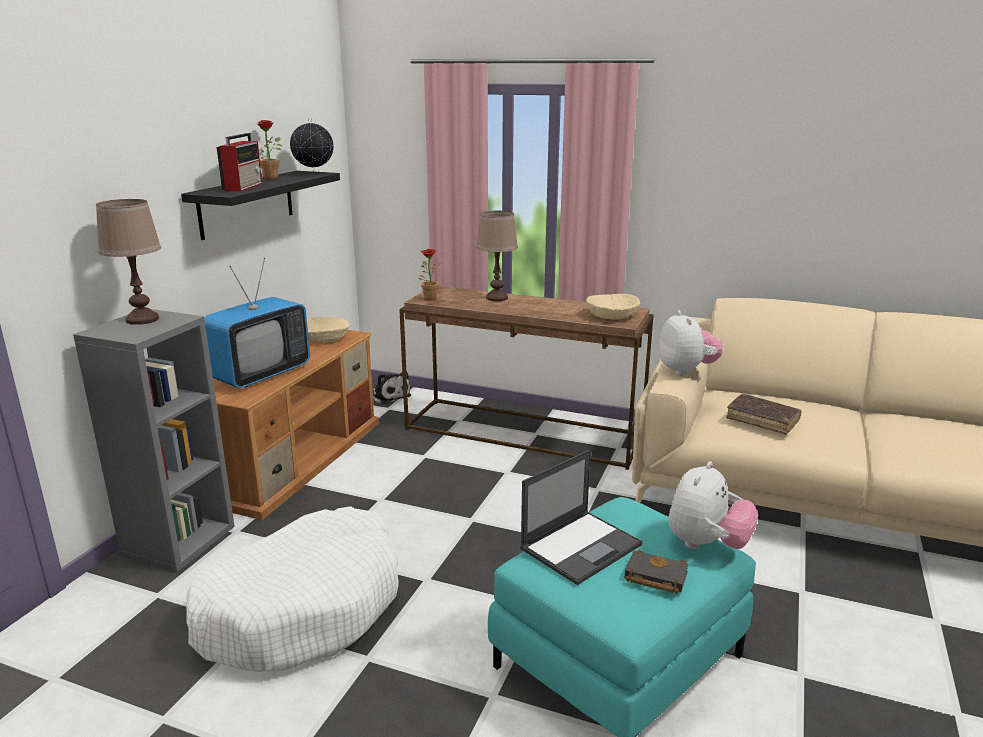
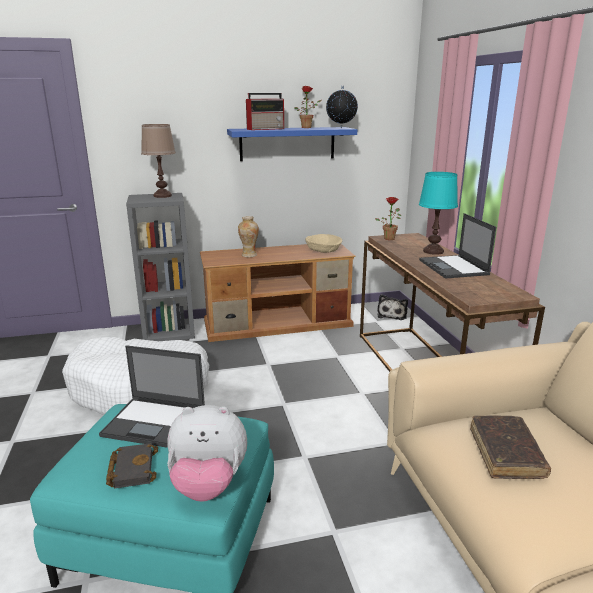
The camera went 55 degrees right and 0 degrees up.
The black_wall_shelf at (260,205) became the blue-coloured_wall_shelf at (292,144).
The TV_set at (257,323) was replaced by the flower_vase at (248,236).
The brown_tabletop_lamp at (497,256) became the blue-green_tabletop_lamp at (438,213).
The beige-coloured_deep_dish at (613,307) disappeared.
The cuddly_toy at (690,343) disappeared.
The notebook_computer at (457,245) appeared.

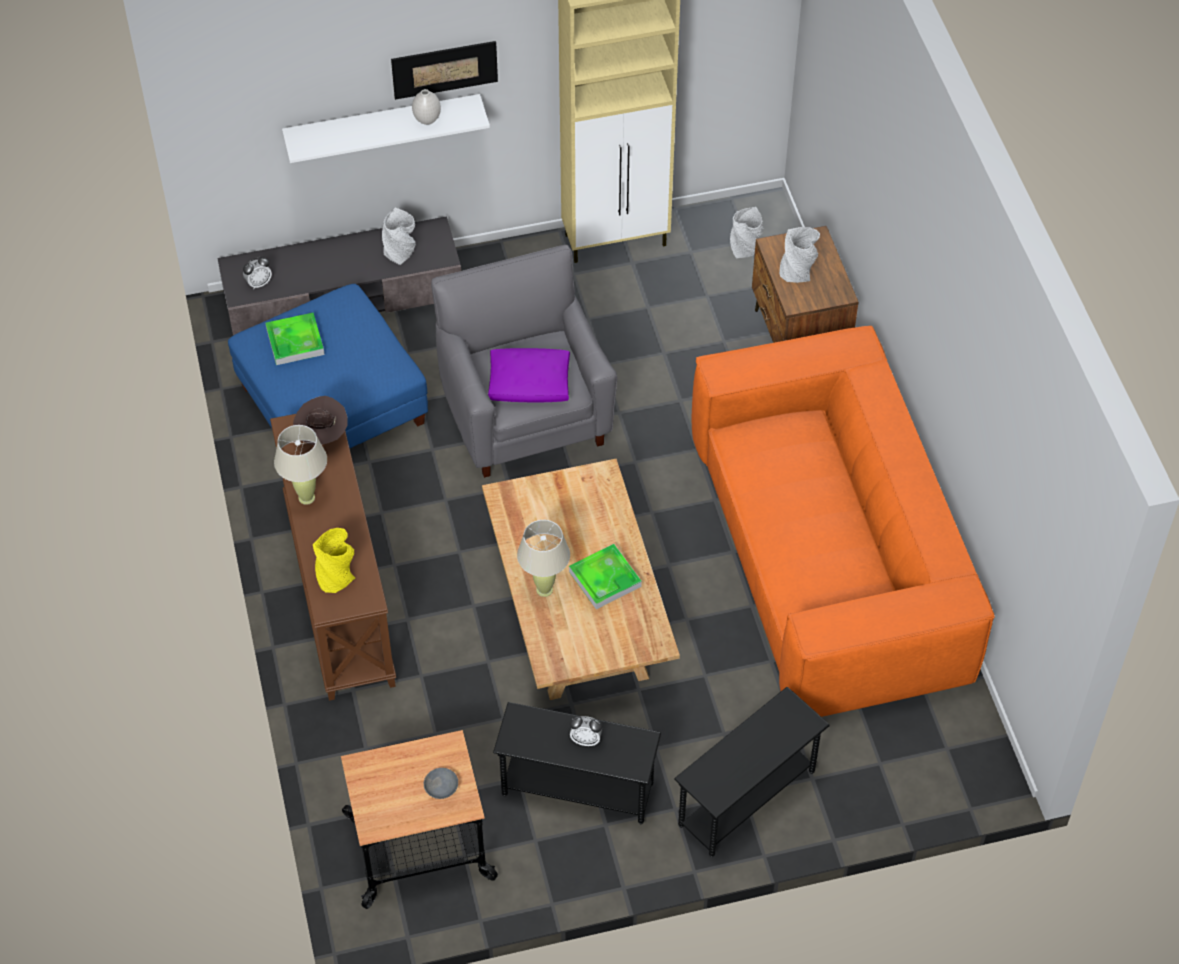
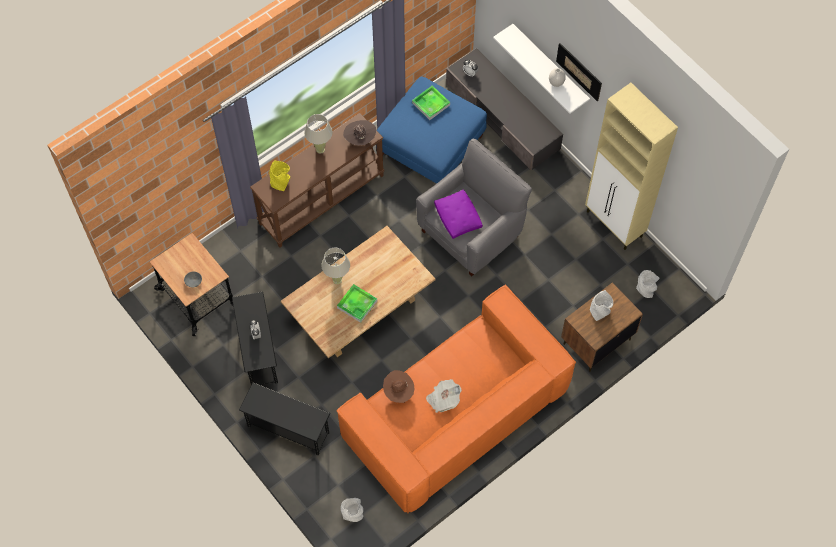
The camera went 65 degrees right and 10 degrees up.
The grey_flower_vase moved from (399,236) to (352,510).
The brown_clothing_hat at (398,386) appeared.
The printed_paper at (444,396) appeared.

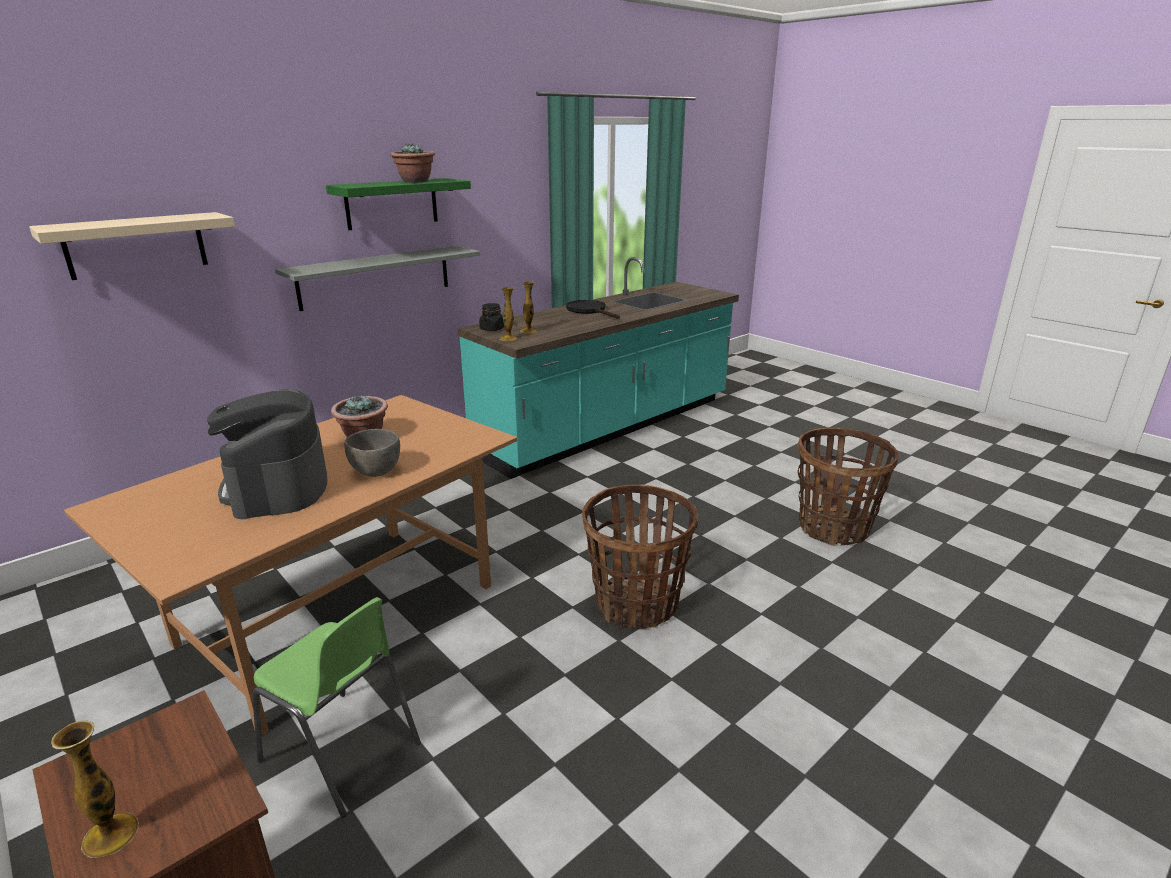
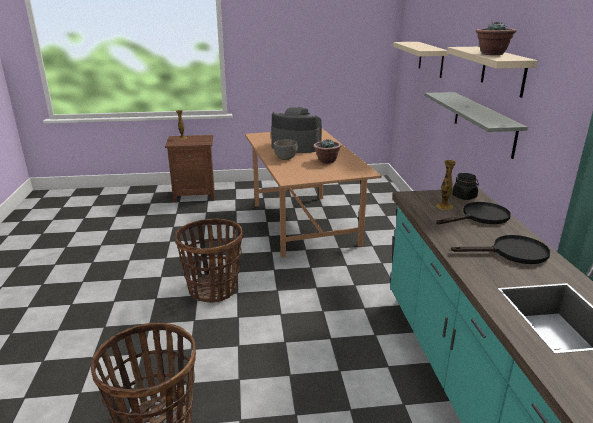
The camera went 125 degrees right and 0 degrees up.
The greenish_upright_chair at (336,707) disappeared.
The greenish_wall_shelf at (398,204) became the beige-coloured_wall_shelf at (492,72).
The flower_vase at (508,314) disappeared.
The black_pan at (473,213) appeared.

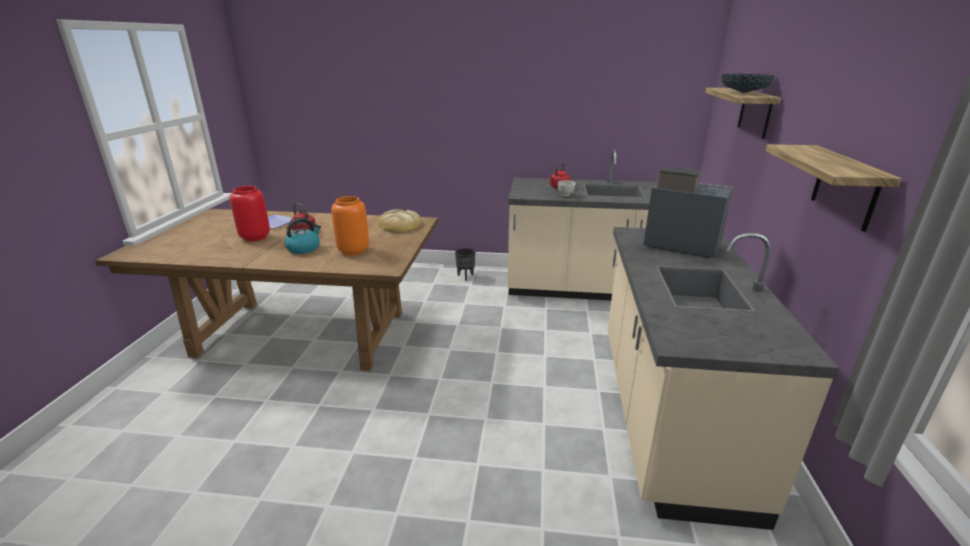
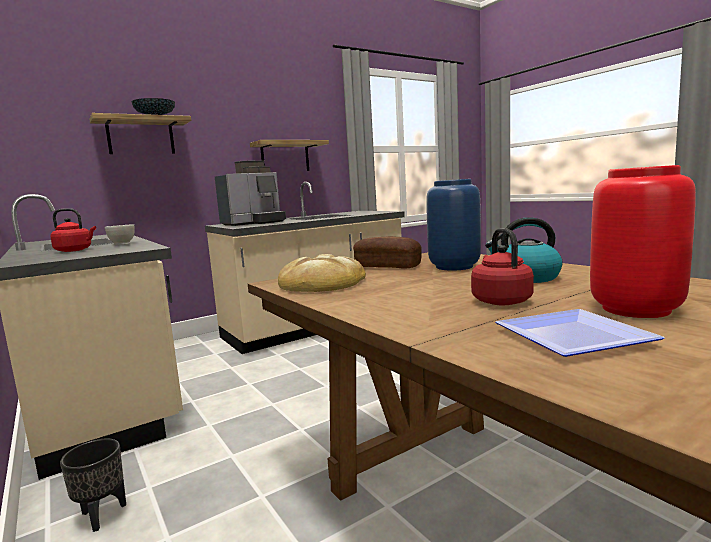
The camera went 130 degrees left and 15 degrees down.
The orangey_flower_vase at (350,226) became the blue-coloured_flower_vase at (453,225).
The coffee_brewer at (688,212) turned 120 degrees counterclockwise.
The baked_bread at (387,252) appeared.

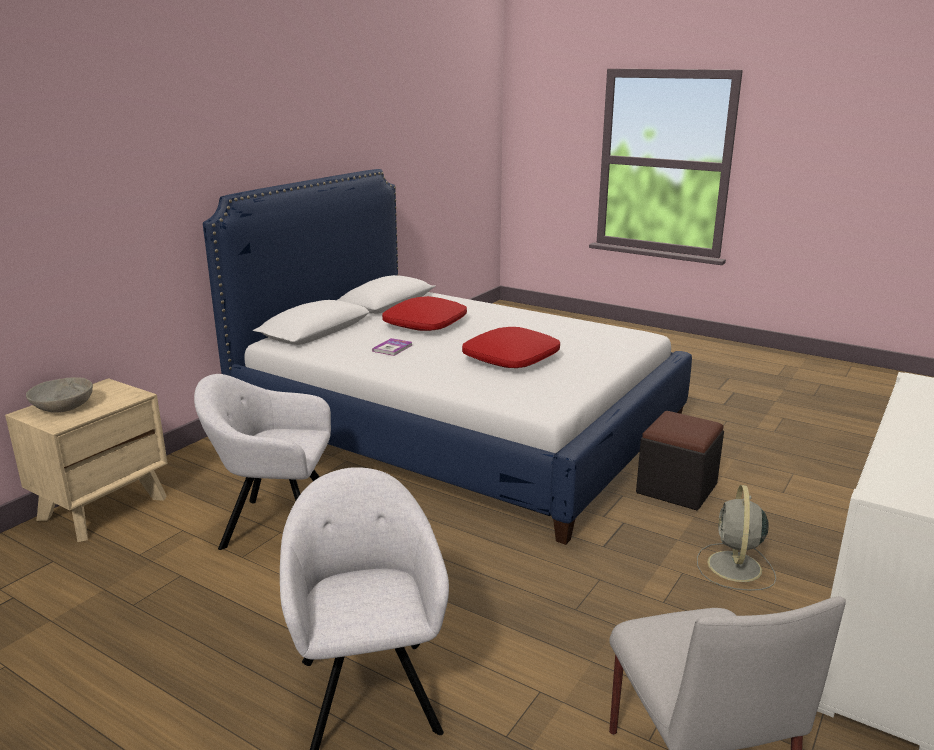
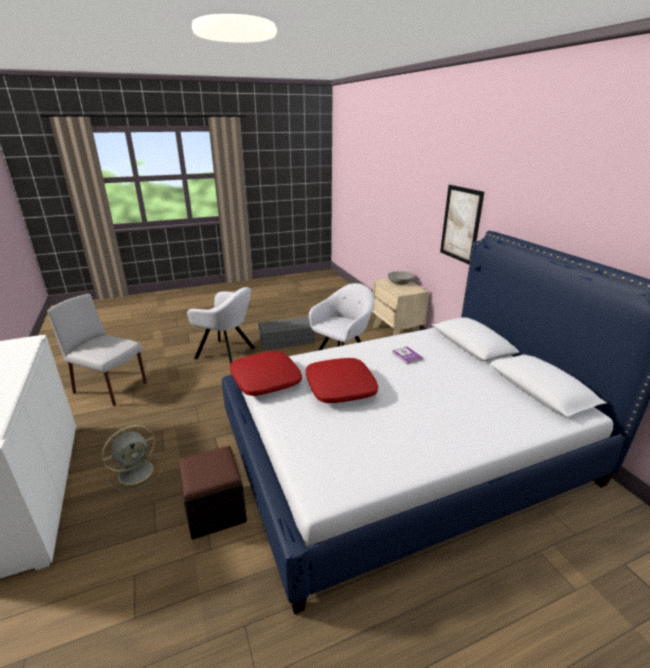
The camera went 125 degrees right and 5 degrees up.
The red-coloured_cushion moved from (424,313) to (266,373).
The grey_cooling_fan at (736,538) turned 90 degrees clockwise.
The grey_storage_bin at (286,333) appeared.
The picture at (462,224) appeared.

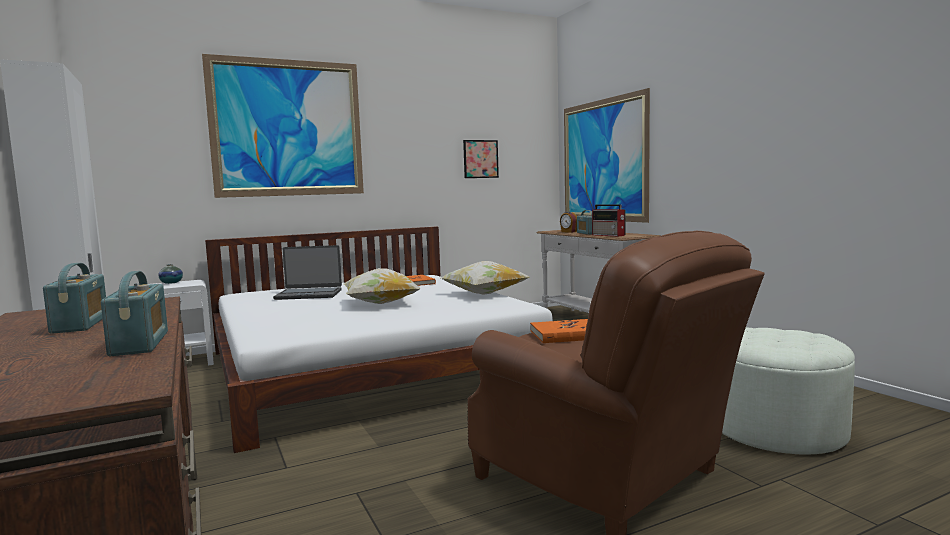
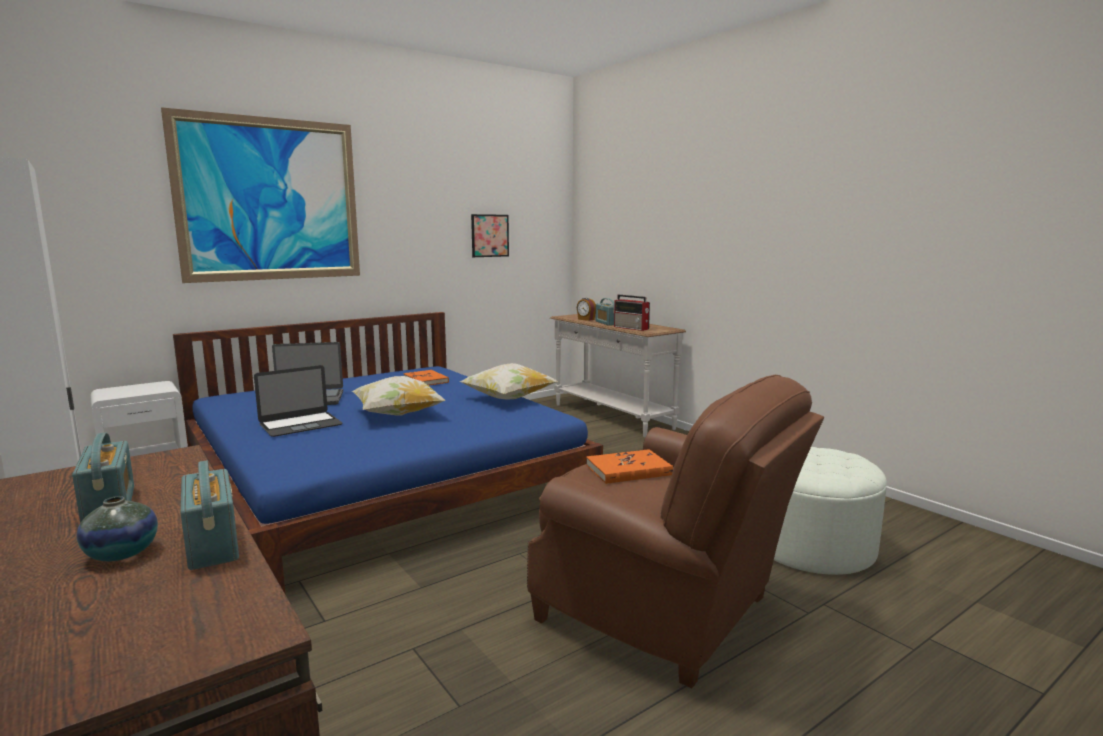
The camera went 10 degrees left and 5 degrees up.
The flower_vase moved from (170,274) to (117,528).
The white_bed at (379,339) became the blue-coloured_bed at (388,453).
The picture at (607,155) disappeared.
The notebook_computer at (298,401) appeared.

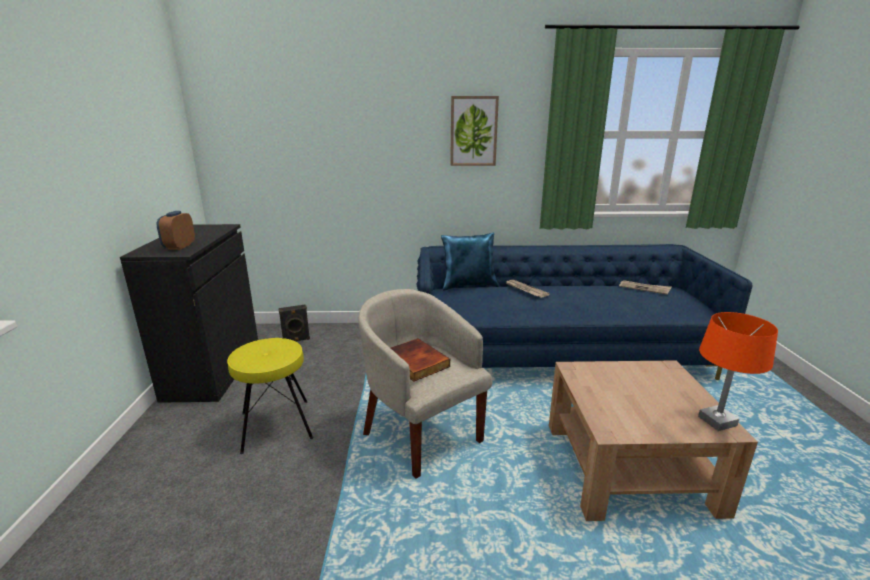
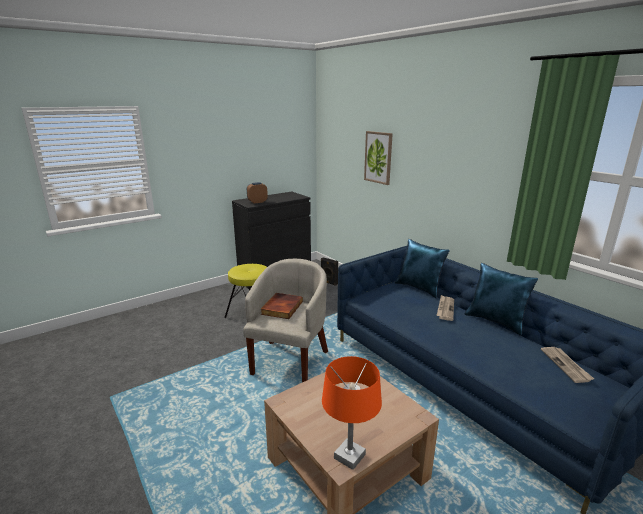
The camera went 55 degrees right and 0 degrees up.
The picture moved from (474,131) to (378,158).
The blue-coloured_cushion at (501,299) appeared.

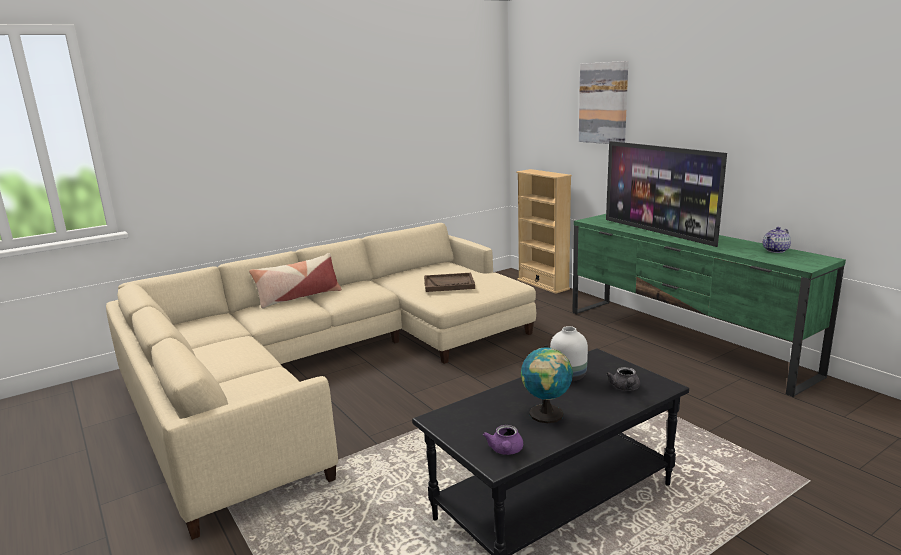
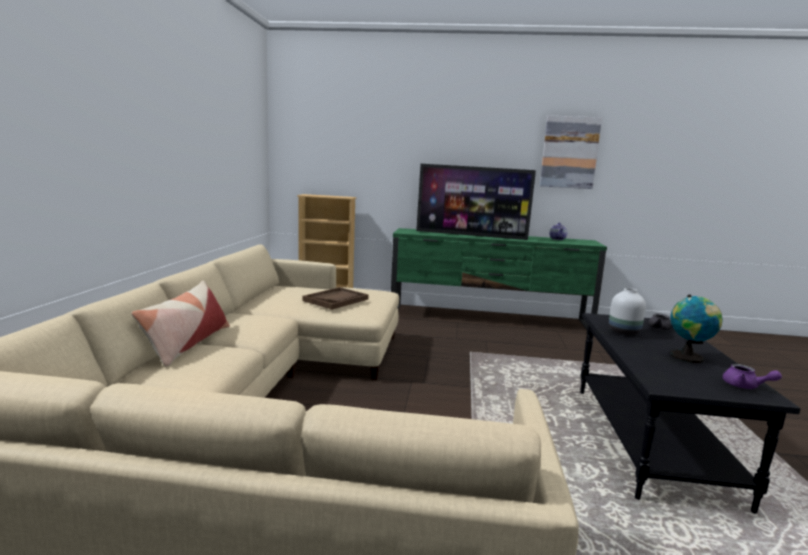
The camera went 50 degrees left and 5 degrees down.
The picture moved from (603,102) to (571,152).

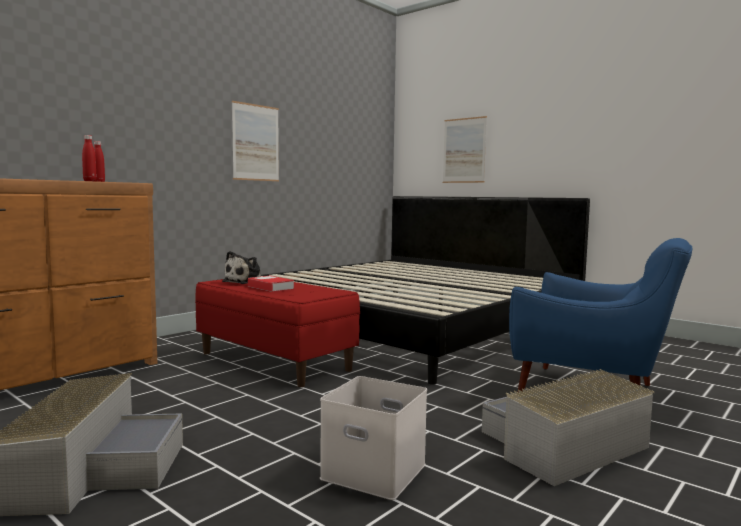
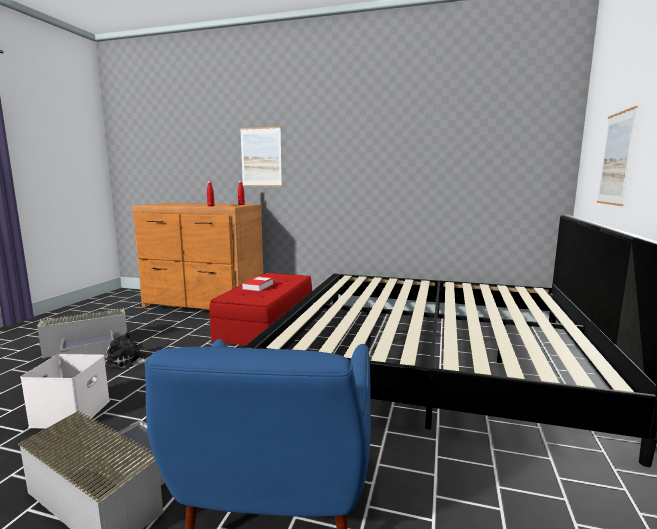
The camera went 65 degrees right and 5 degrees up.
The cuddly_toy moved from (241,267) to (126,350).
The picture moved from (255,141) to (261,156).

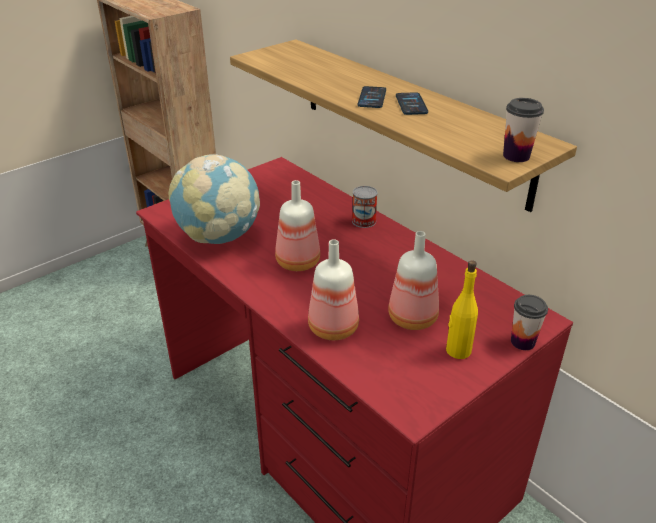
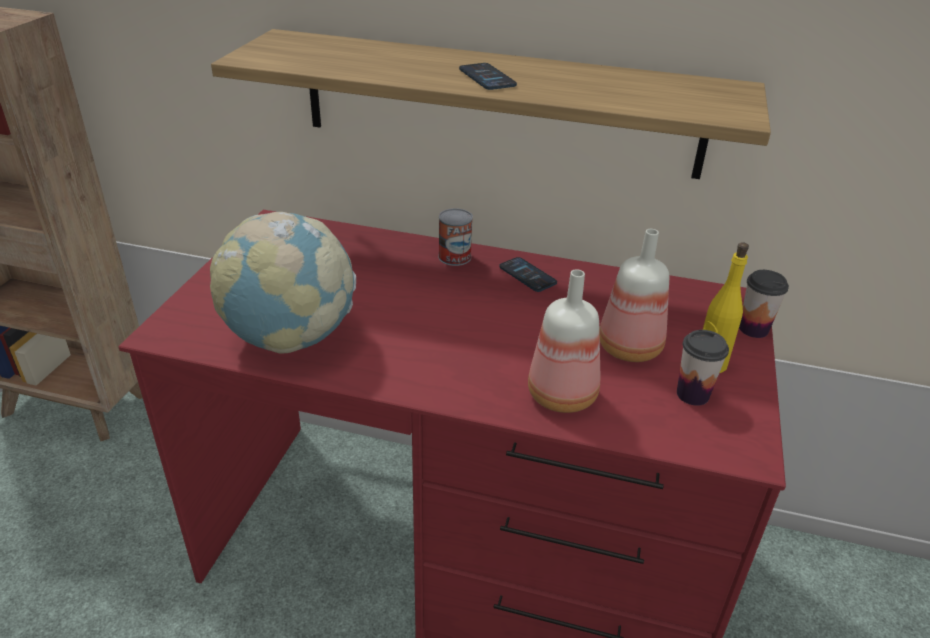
The camera went 35 degrees left and 0 degrees up.
The bottle at (297,225) disappeared.
The handset moved from (412,103) to (528,274).
The cup moved from (523,130) to (703,368).

